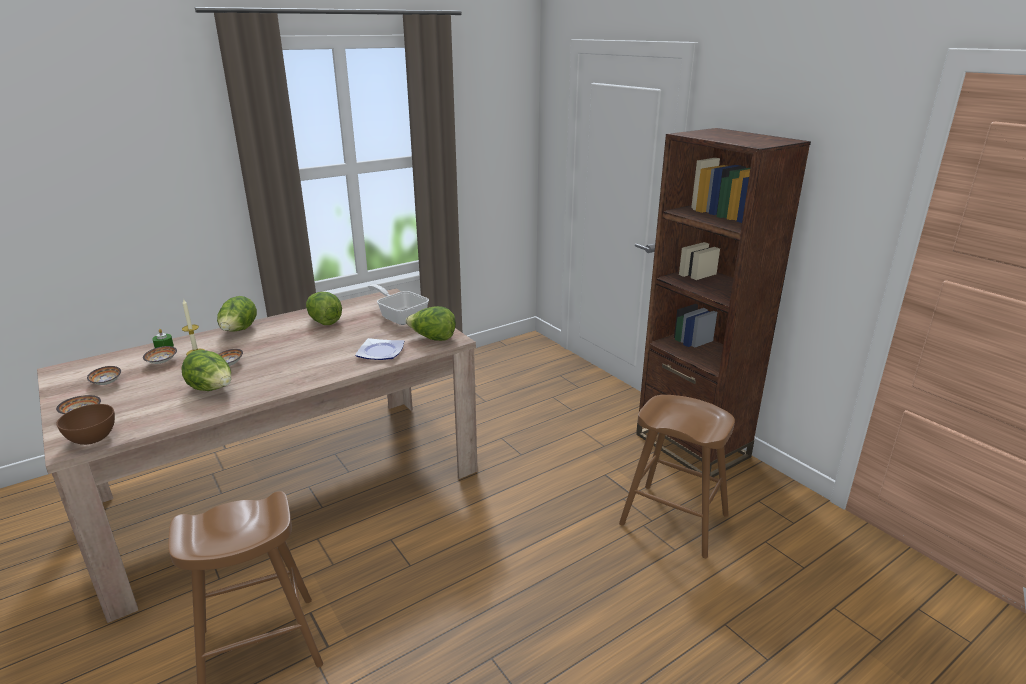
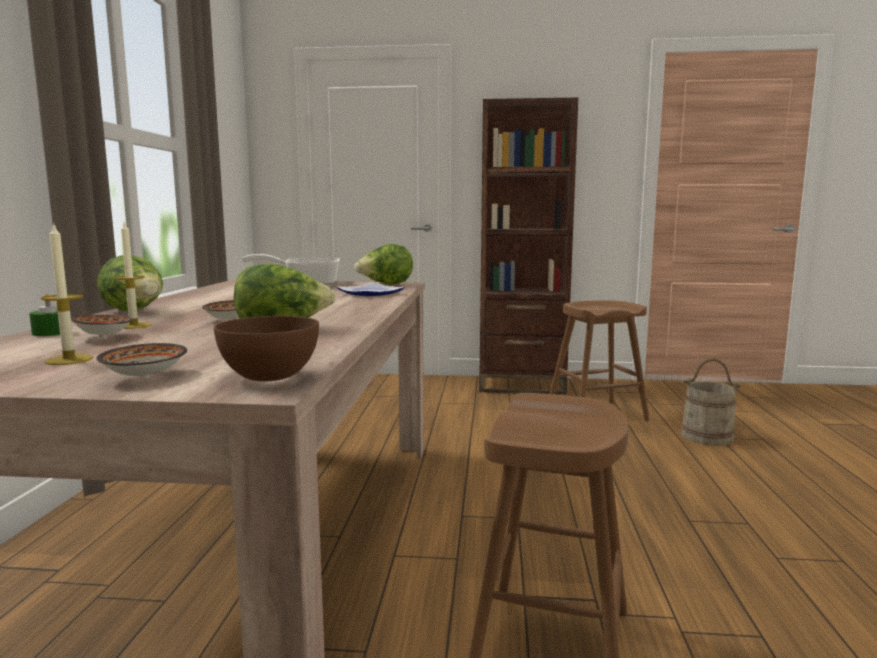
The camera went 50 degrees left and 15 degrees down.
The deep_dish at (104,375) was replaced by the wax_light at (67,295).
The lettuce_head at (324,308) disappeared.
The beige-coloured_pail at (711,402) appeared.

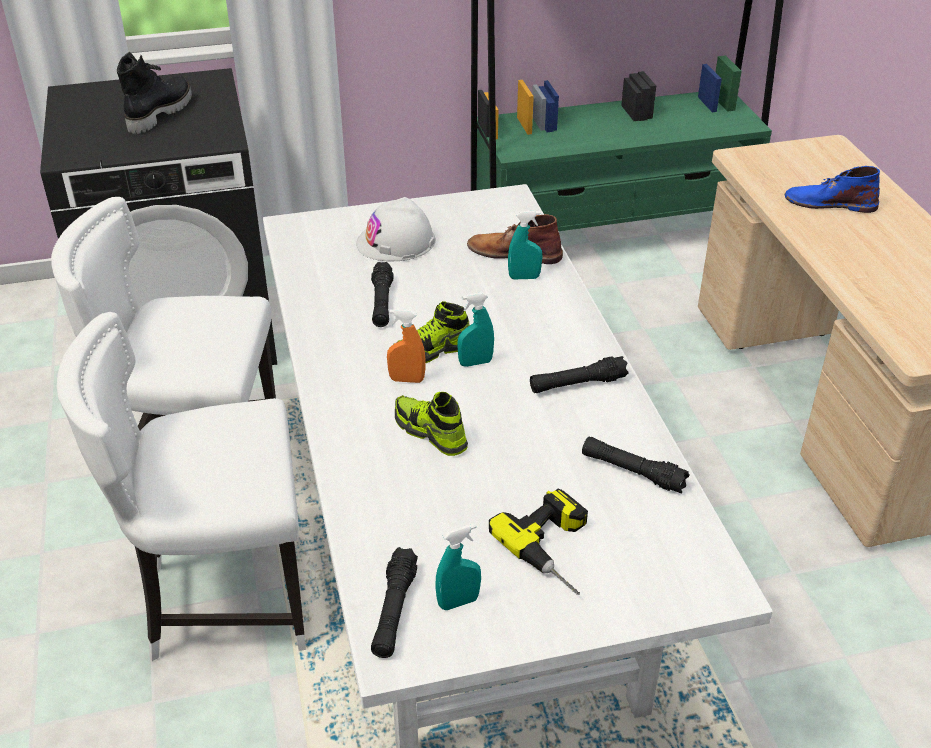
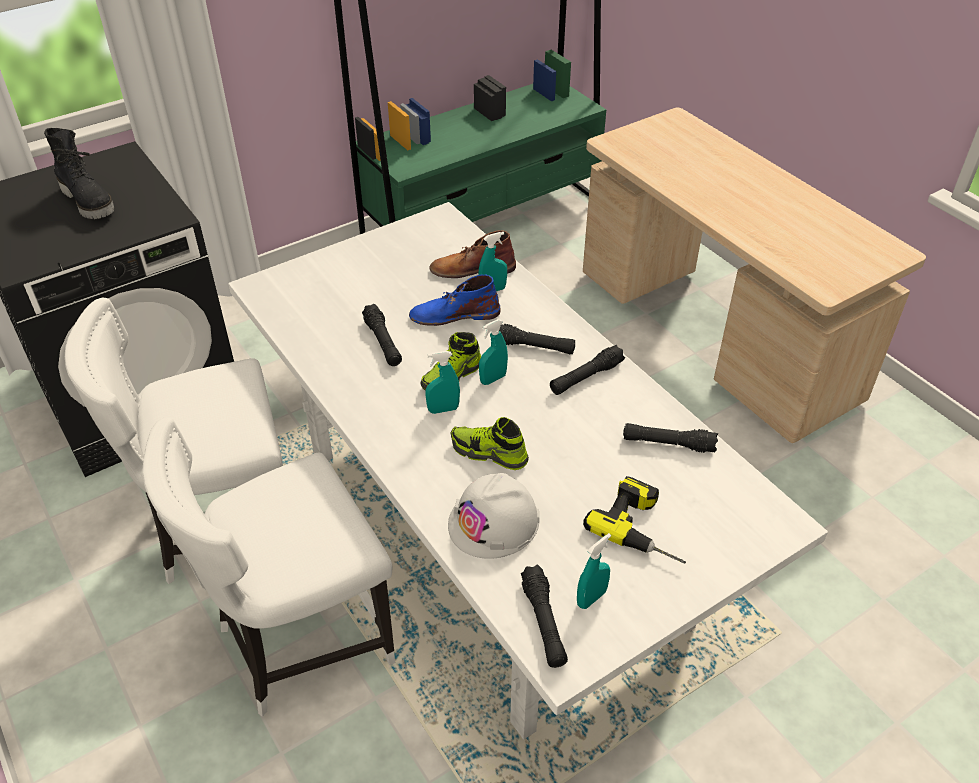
The camera went 20 degrees left and 5 degrees up.
The black_high-top_boot at (154,93) turned 135 degrees clockwise.
The white_work_helmet moved from (396,229) to (494,516).
The orangey_sprayer at (406,346) became the blue-green_sprayer at (442,382).
The blue-coloured_high-top_boot moved from (832,189) to (454,300).
The black_torch at (537,339) appeared.

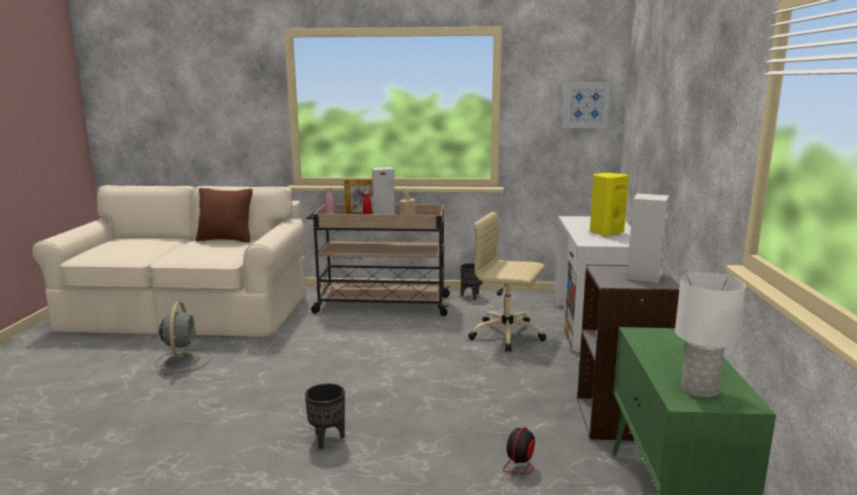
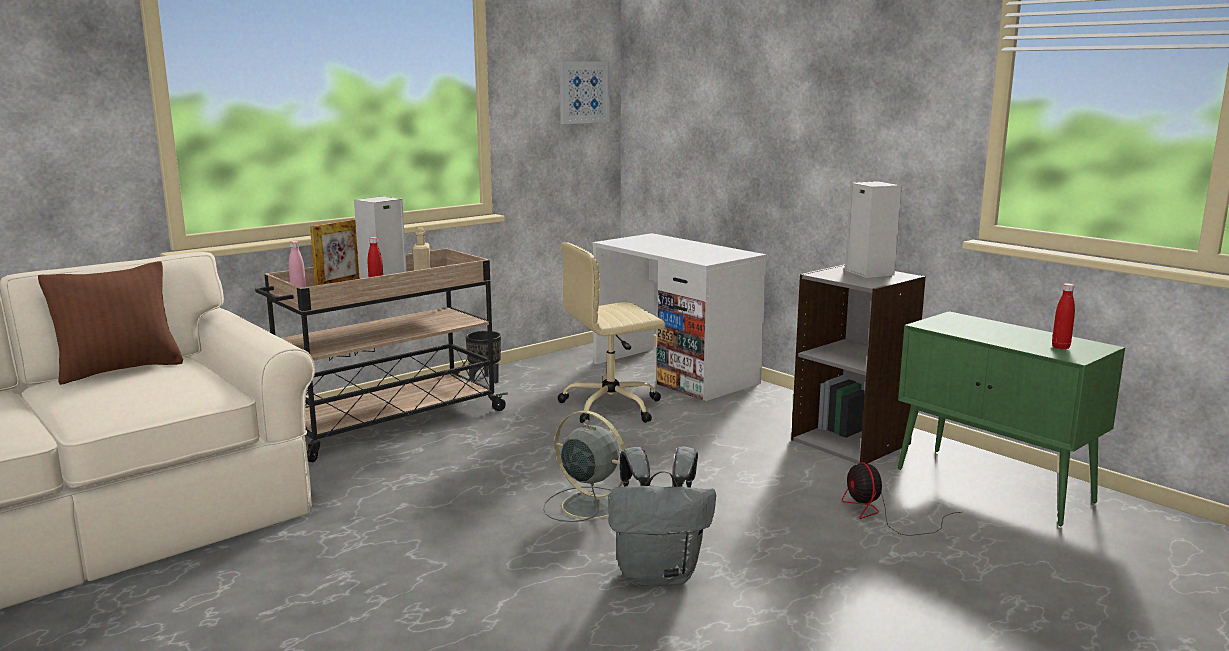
The camera went 45 degrees left and 0 degrees up.
The grey_cooling_fan moved from (183,338) to (584,466).
The black_plant_pot at (325,416) was replaced by the grey_knapsack at (662,516).
The yellow_speaker at (609,205) disappeared.
The white_tabletop_lamp at (710,335) was replaced by the red-coloured_bottle at (1063,316).

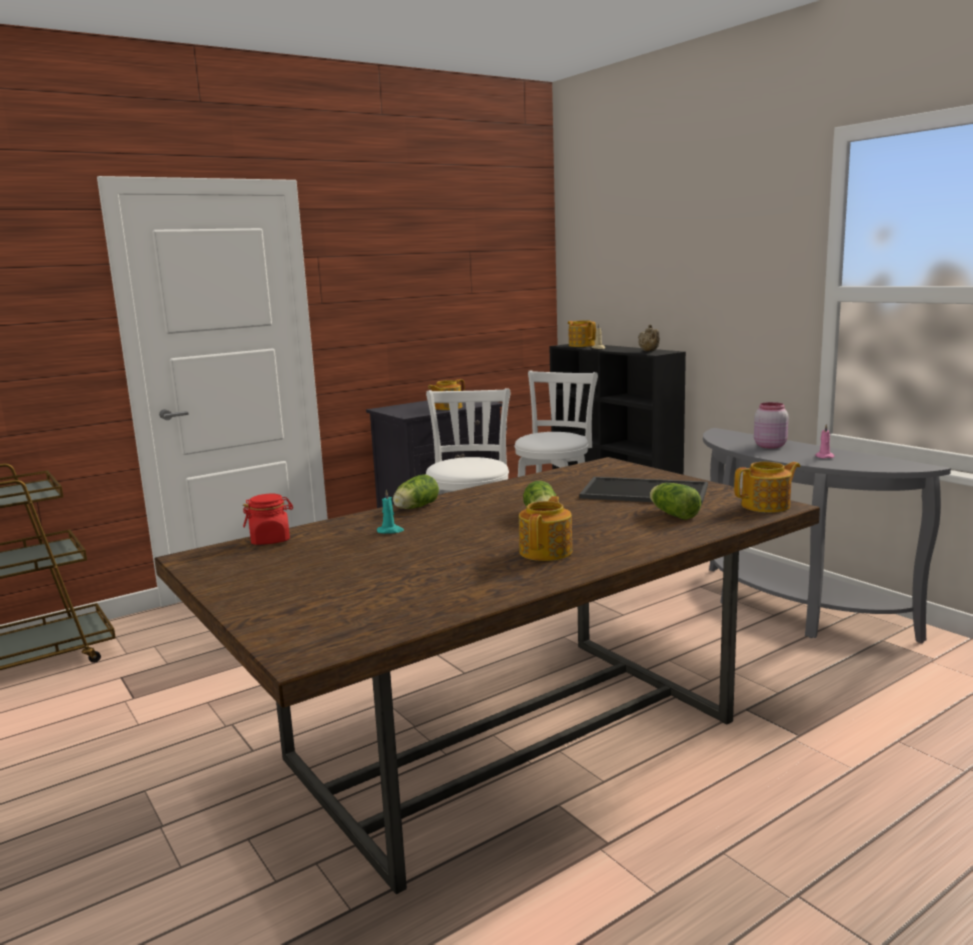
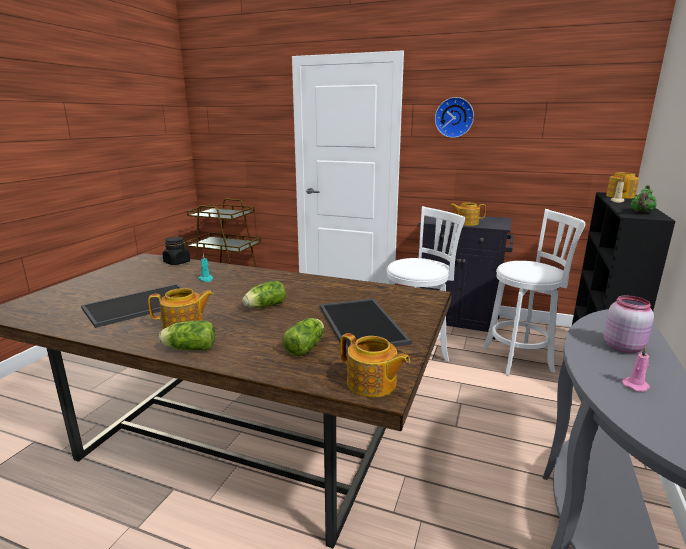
The camera went 55 degrees right and 5 degrees up.
The red-coloured_jar at (268,519) became the black_jar at (176,251).
The lettuce_head moved from (416,491) to (187,335).
The beige-coloured_teapot at (649,337) became the greenish_teapot at (644,199).
The serving_tray at (131,306) appeared.
The clock_on_the_wall at (454,117) appeared.

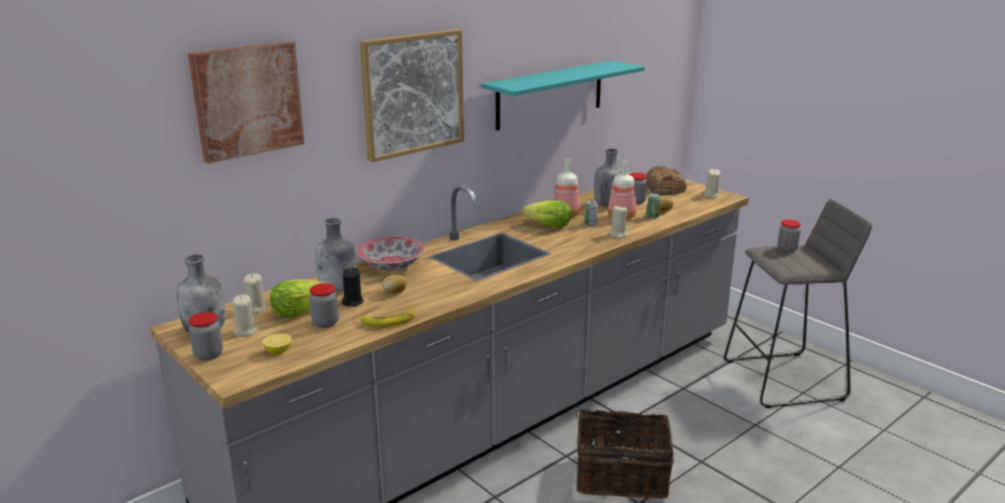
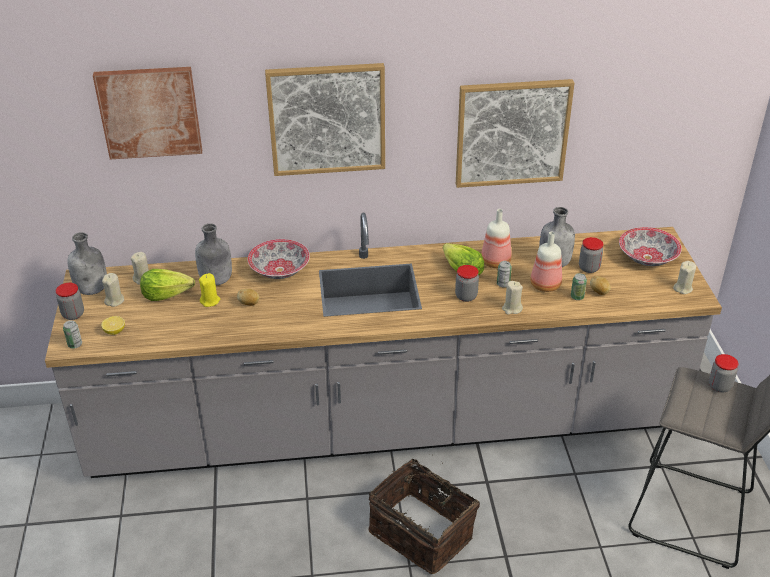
The camera went 35 degrees right and 15 degrees up.
The jar moved from (324,305) to (467,283).
The black_wax_light at (353,287) became the yellow_wax_light at (209,290).
The whole_banana at (387,318) disappeared.
The blue-green_wall_shelf at (563,95) was replaced by the picture at (515,133).
The baked_bread at (666,180) was replaced by the deep_dish at (650,246).
The can at (72,334) appeared.

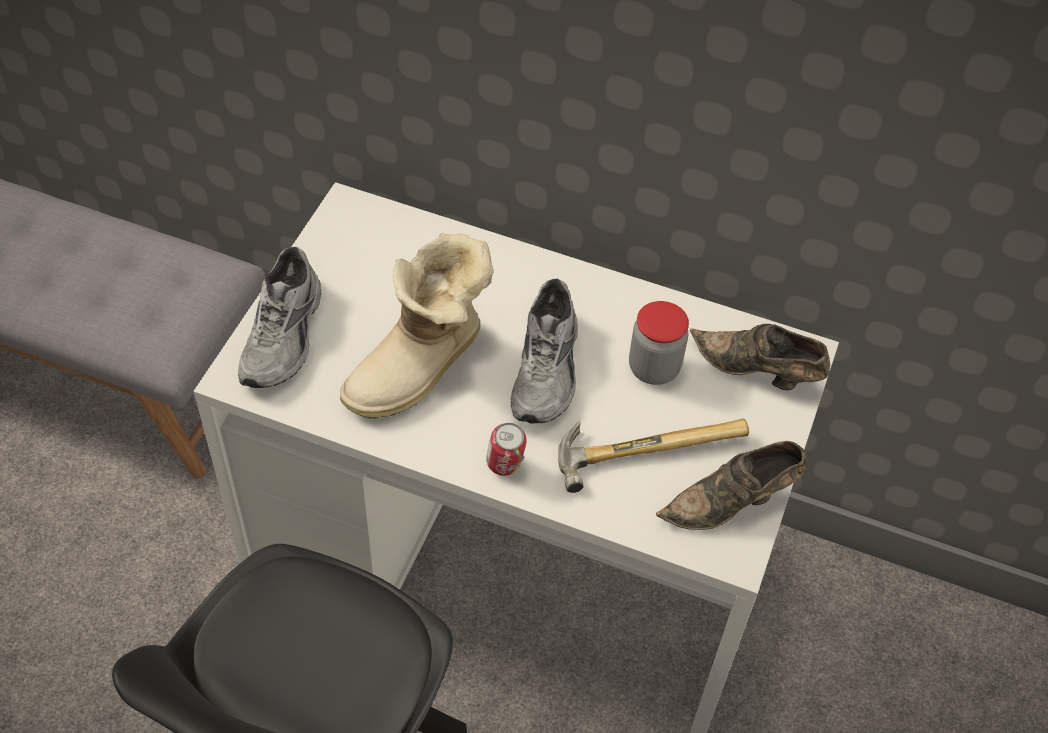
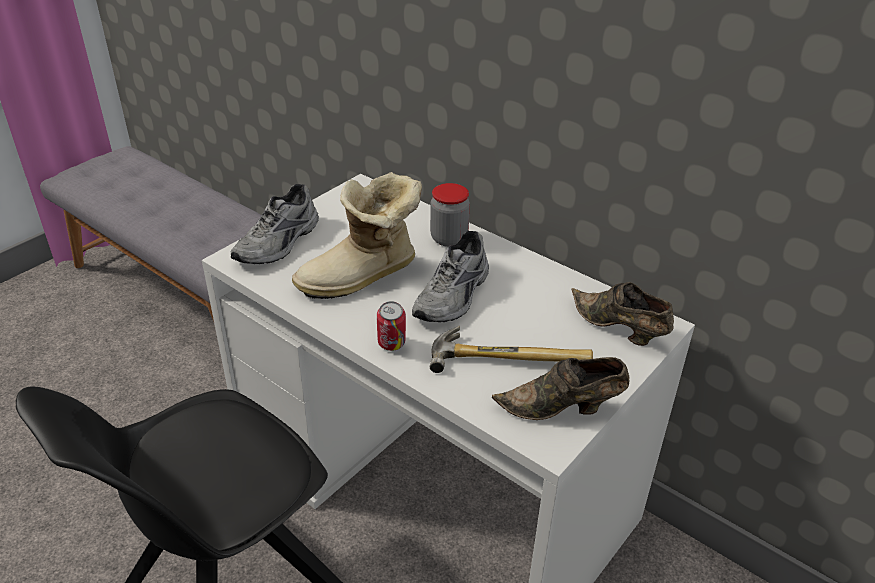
The camera went 20 degrees right and 15 degrees down.
The jar moved from (659,343) to (450,215).

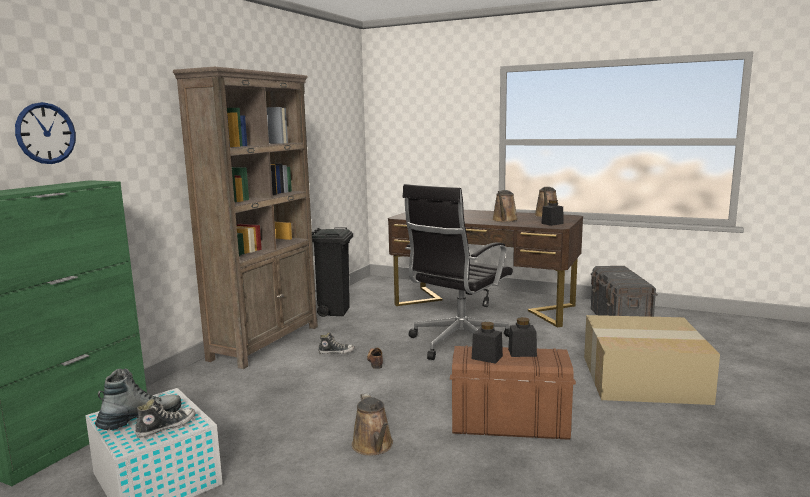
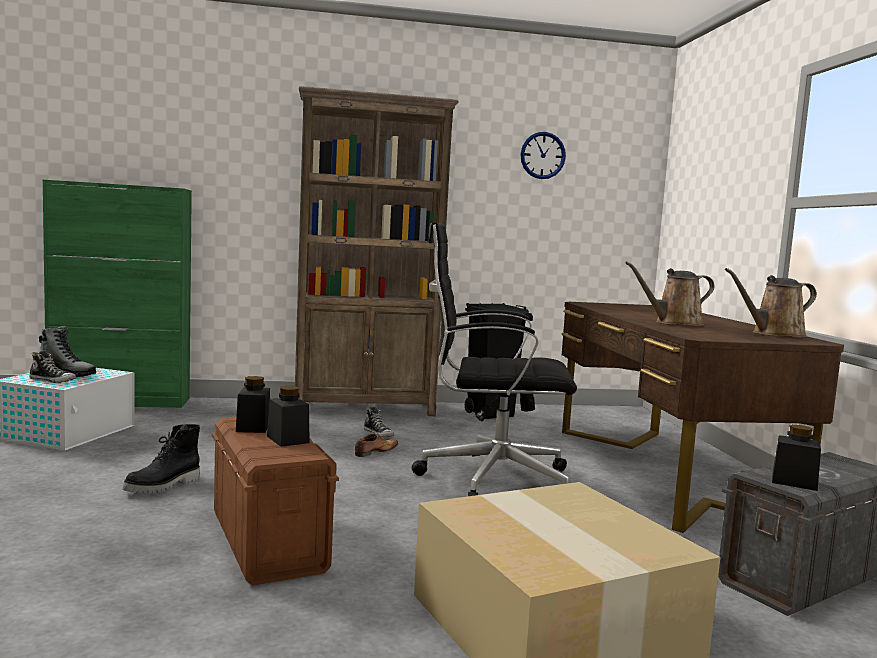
The camera went 55 degrees right and 5 degrees down.
The clock_on_the_wall moved from (45,133) to (543,155).
The brown_watering_can at (372,424) was replaced by the black_high-top_boot at (161,459).
The black_jar moved from (552,213) to (796,457).

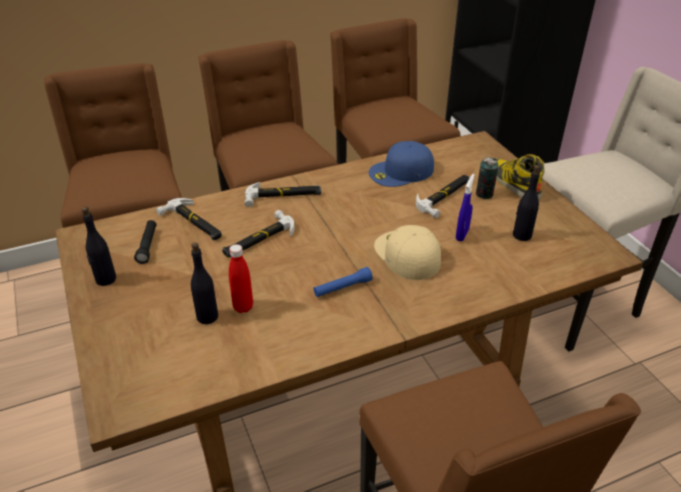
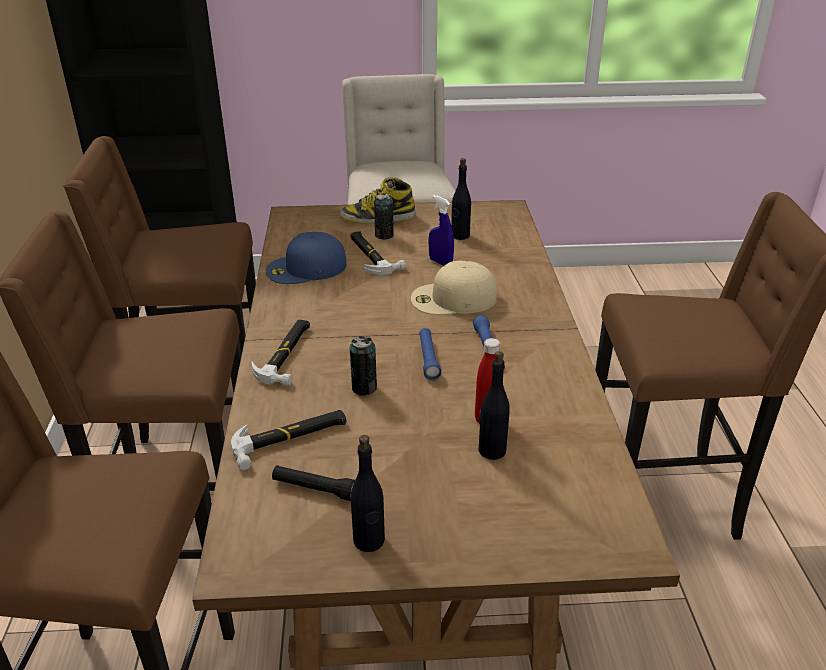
The camera went 70 degrees left and 5 degrees down.
The hammer at (258,233) was replaced by the can at (363,366).
The blue-coloured_baseball_cap at (401,164) turned 75 degrees clockwise.
The blue-coloured_torch at (430,354) appeared.

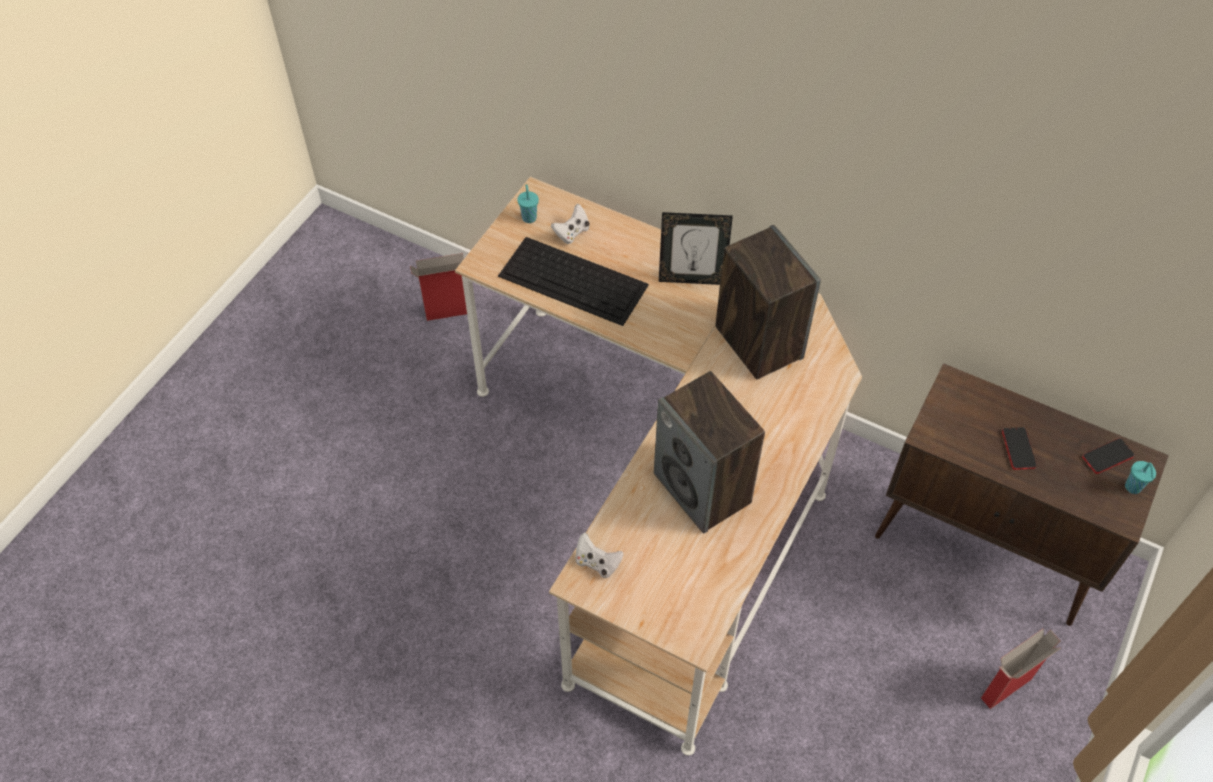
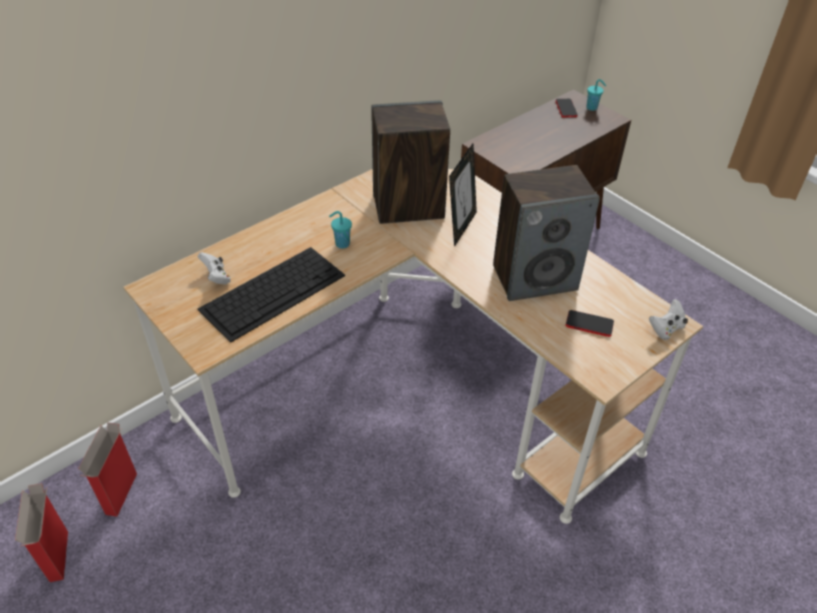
The camera went 70 degrees left and 10 degrees down.
The blue-green_cup moved from (528,203) to (340,230).
The white_joypad moved from (600,555) to (668,319).
The standing_frame moved from (696,248) to (463,195).
The packing_box moved from (1021,669) to (41,532).
The handset moved from (1019,448) to (589,323).

